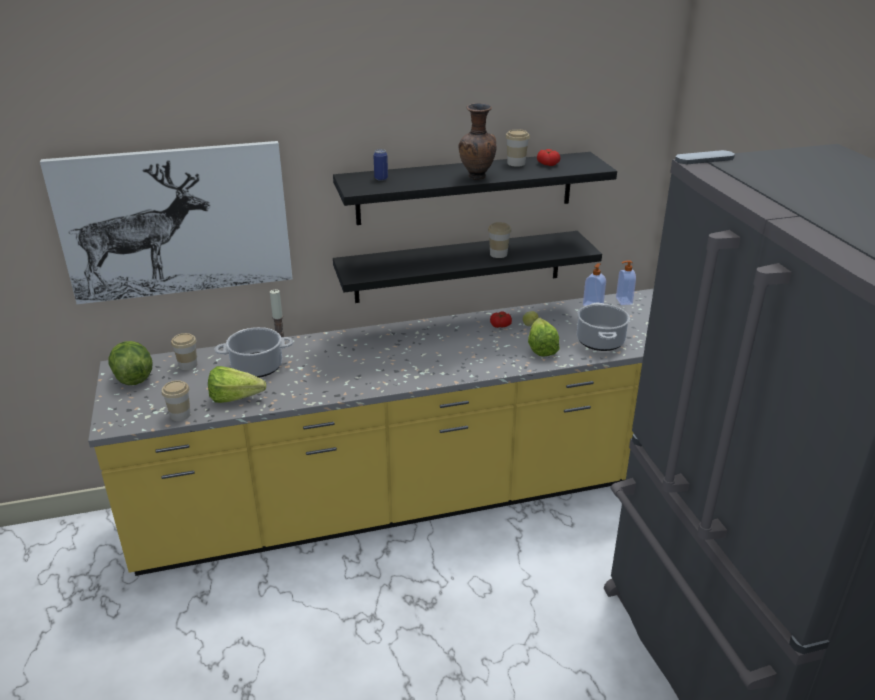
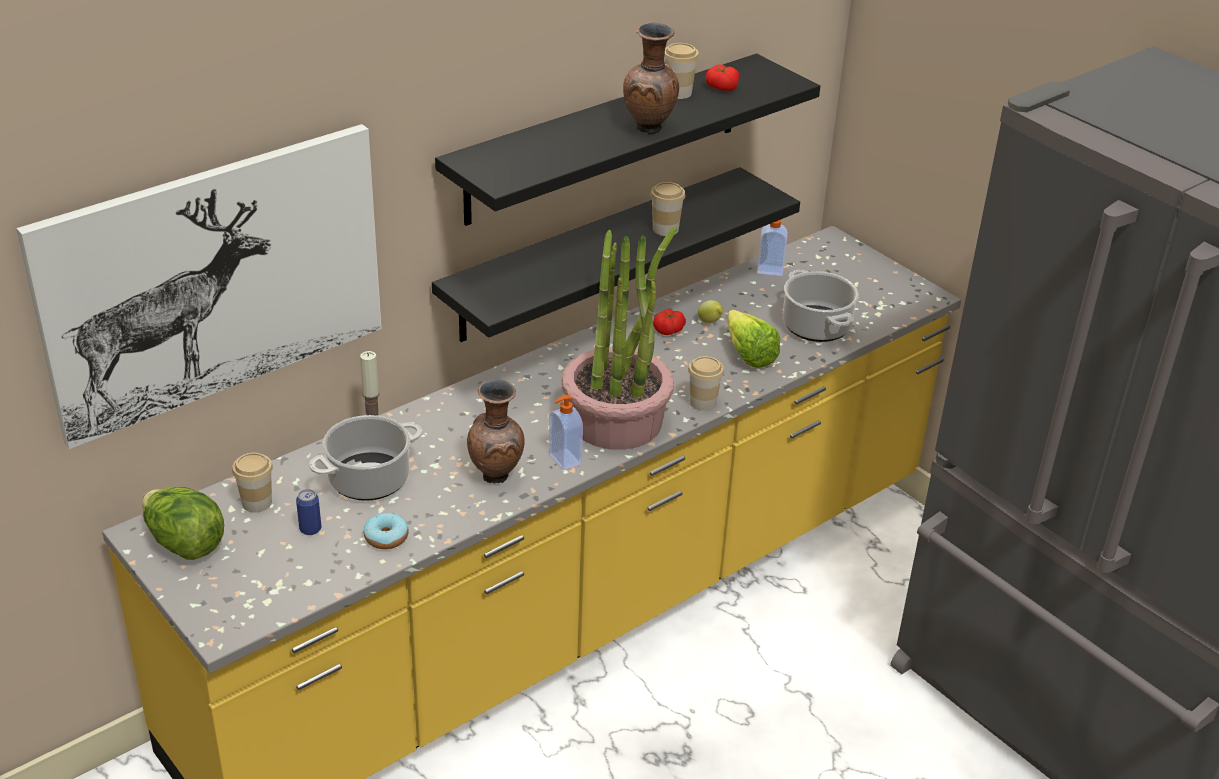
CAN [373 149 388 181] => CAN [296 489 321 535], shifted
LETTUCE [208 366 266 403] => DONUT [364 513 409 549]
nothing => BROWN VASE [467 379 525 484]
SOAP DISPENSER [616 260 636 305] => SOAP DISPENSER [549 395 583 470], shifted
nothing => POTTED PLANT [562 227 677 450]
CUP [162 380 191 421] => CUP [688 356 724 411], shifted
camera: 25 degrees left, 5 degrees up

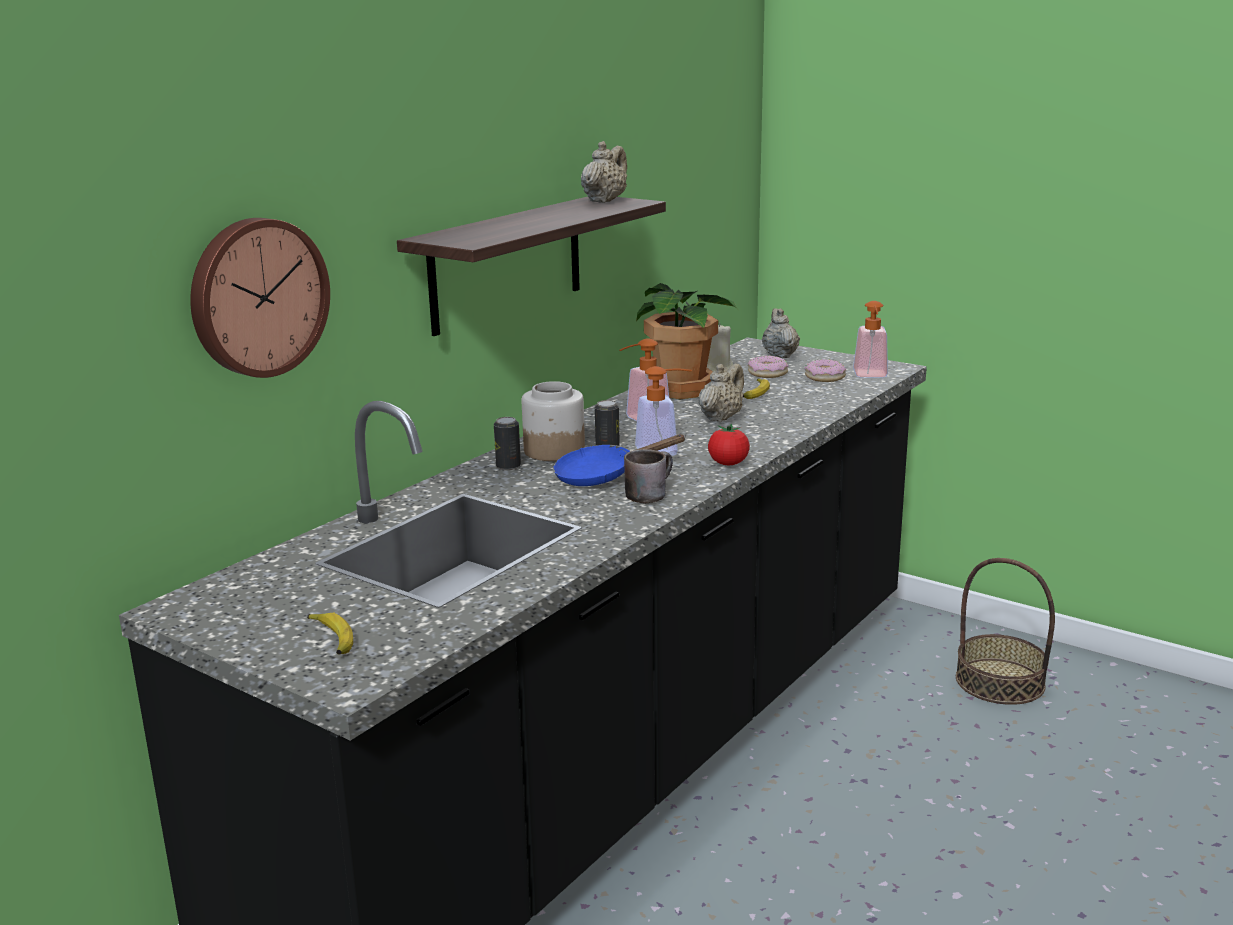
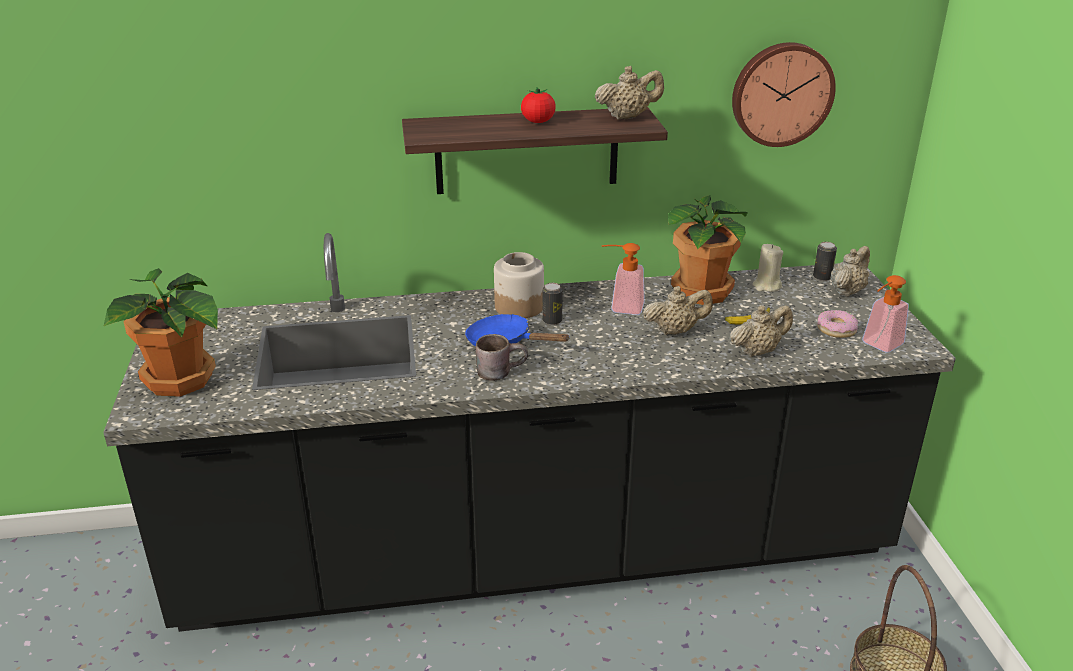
BANANA [307 613 353 655] => POTTED PLANT [104 268 218 397]
TOMATO [708 424 750 465] => TOMATO [521 87 556 123], shifted
nothing => BEIGE TEAPOT [729 305 793 357]
WALL CLOCK [190 218 330 378] => WALL CLOCK [732 42 836 147], shifted
CAN [494 417 521 470] => CAN [813 242 837 281], shifted
SOAP DISPENSER [635 366 692 456] => nothing
DONUT [747 356 788 378] => nothing
camera: 45 degrees right, 10 degrees up

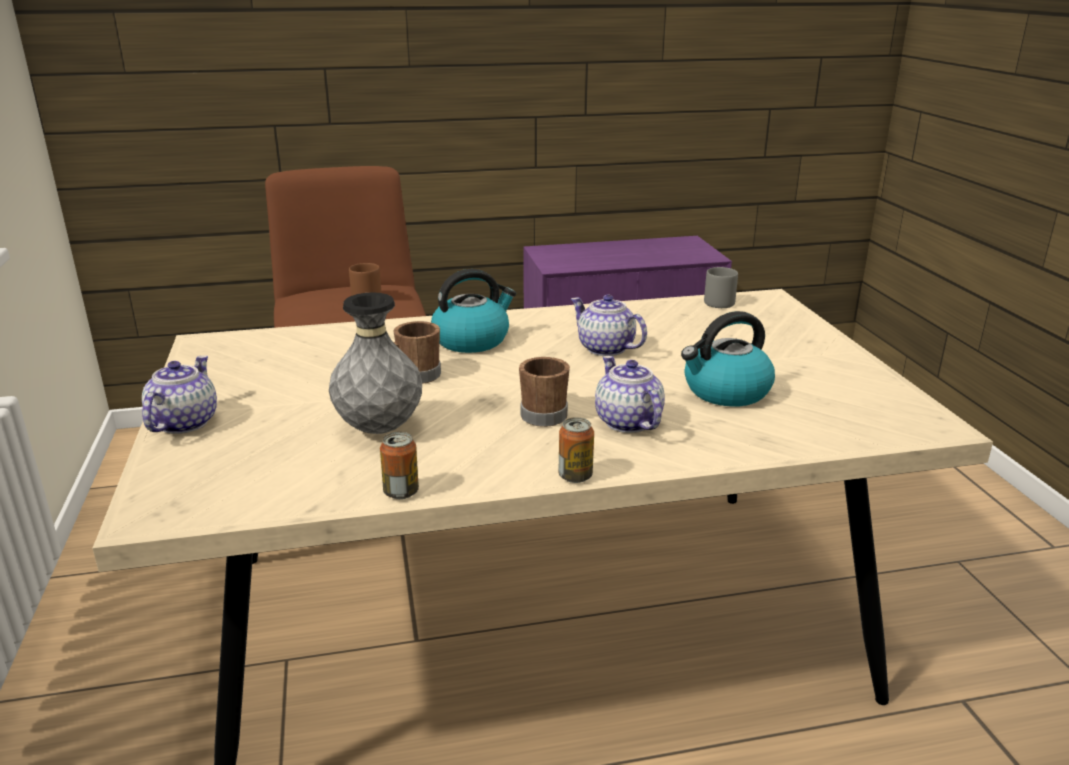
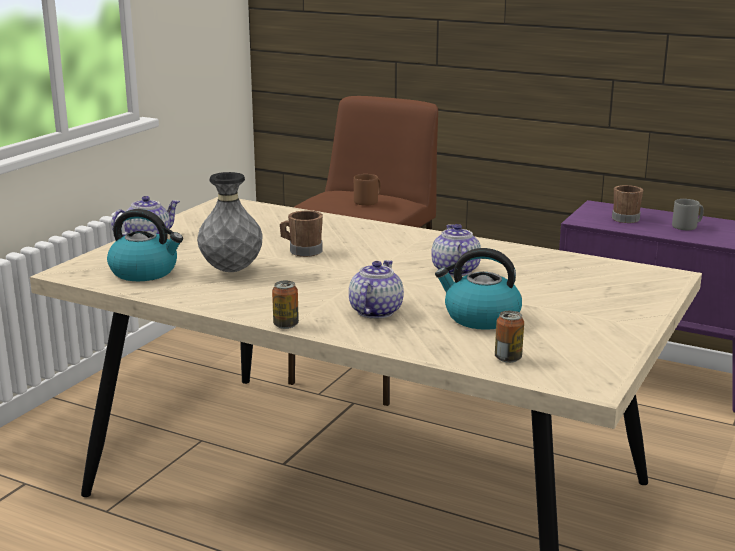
KETTLE [431 269 516 353] => KETTLE [107 209 183 281], shifted
CAN [380 432 419 499] => CAN [495 311 524 363], shifted
BROWN MUG [519 357 570 427] => BROWN MUG [612 185 643 223], shifted
GREY MUG [704 267 738 308] => GREY MUG [672 199 704 230], shifted
camera: 40 degrees right, 5 degrees down

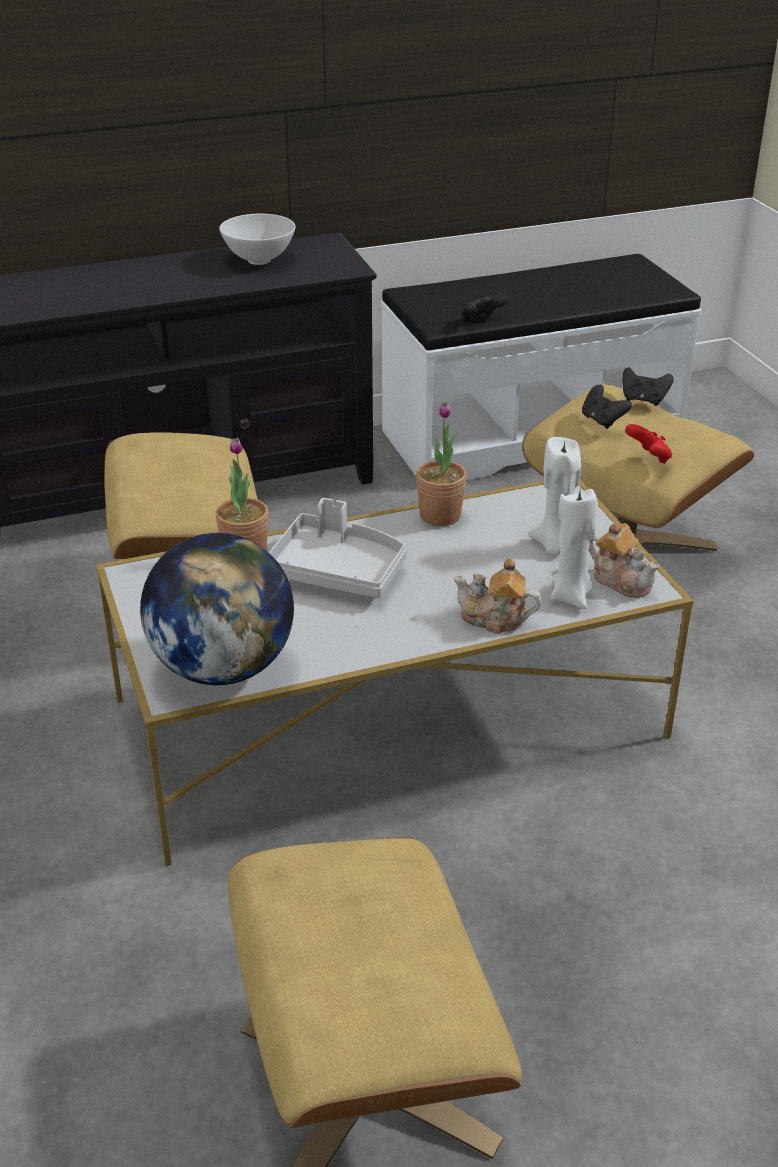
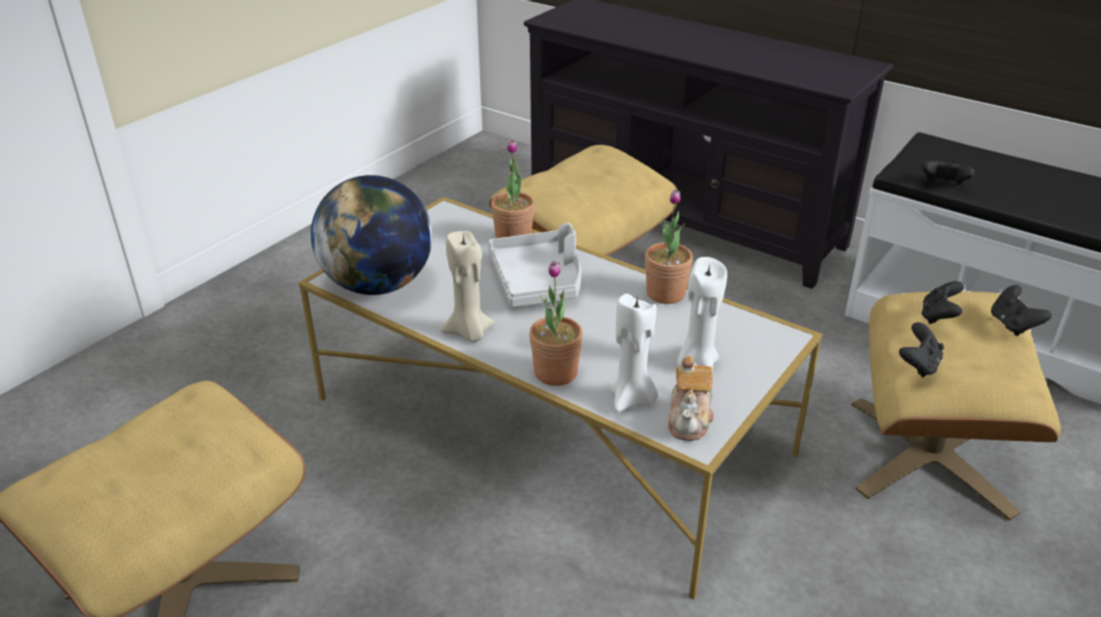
nothing => BEIGE CANDLE [441 231 495 341]
TEAPOT [454 558 542 634] => POTTED PLANT [529 261 583 386]
RED GAME CONTROLLER [625 424 672 464] => BLACK GAME CONTROLLER [899 322 944 378]
WHITE BOWL [219 214 296 265] => nothing
camera: 55 degrees right, 0 degrees up

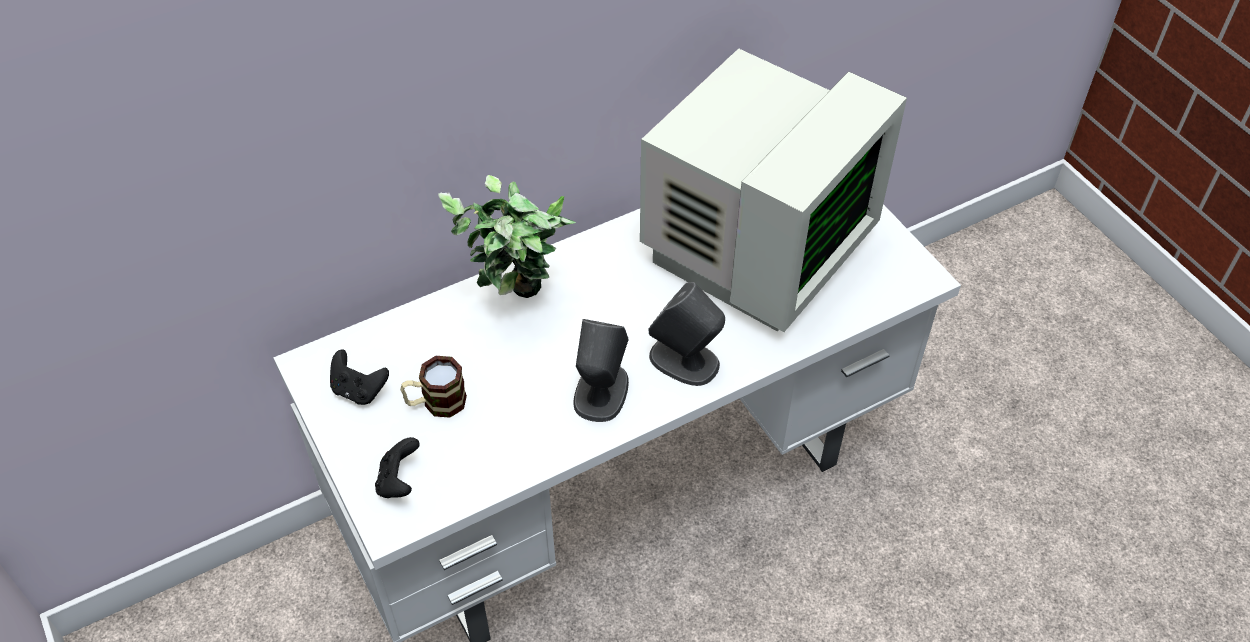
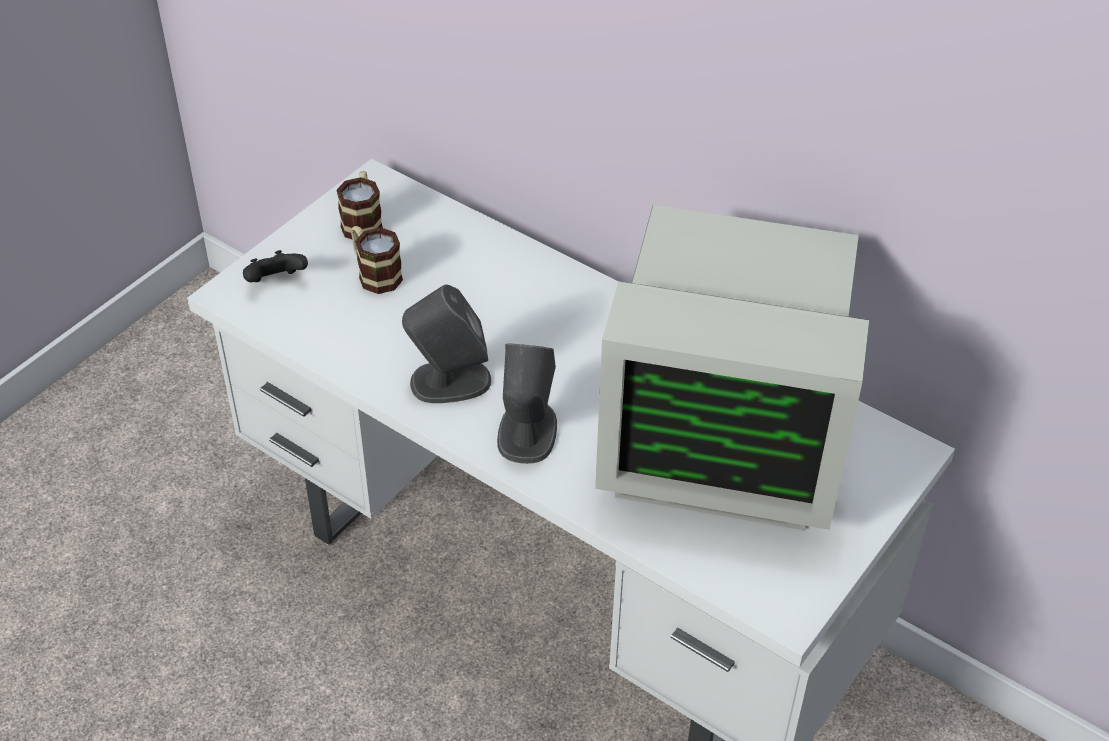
BLACK GAME CONTROLLER [330 349 389 405] => MUG [336 171 383 239]
POTTED PLANT [438 175 576 298] => nothing
camera: 65 degrees right, 5 degrees down

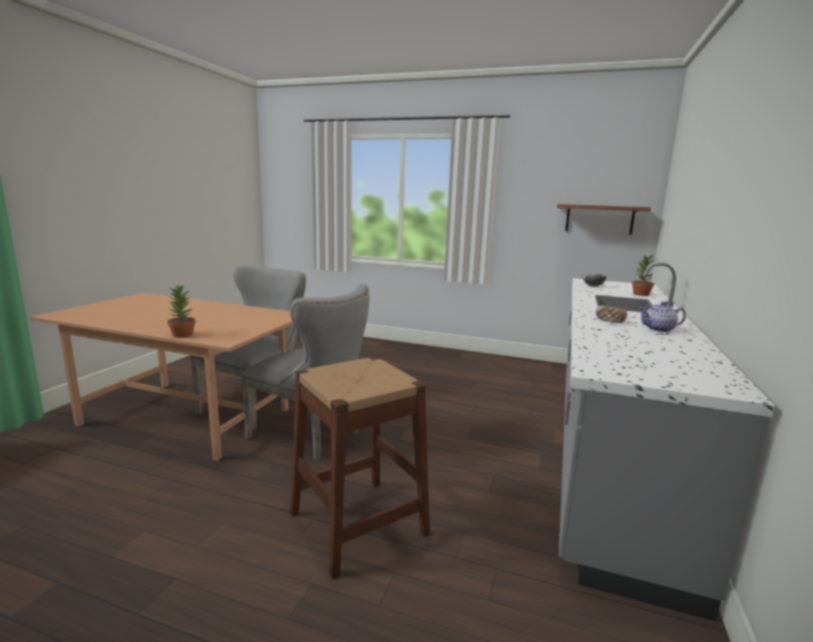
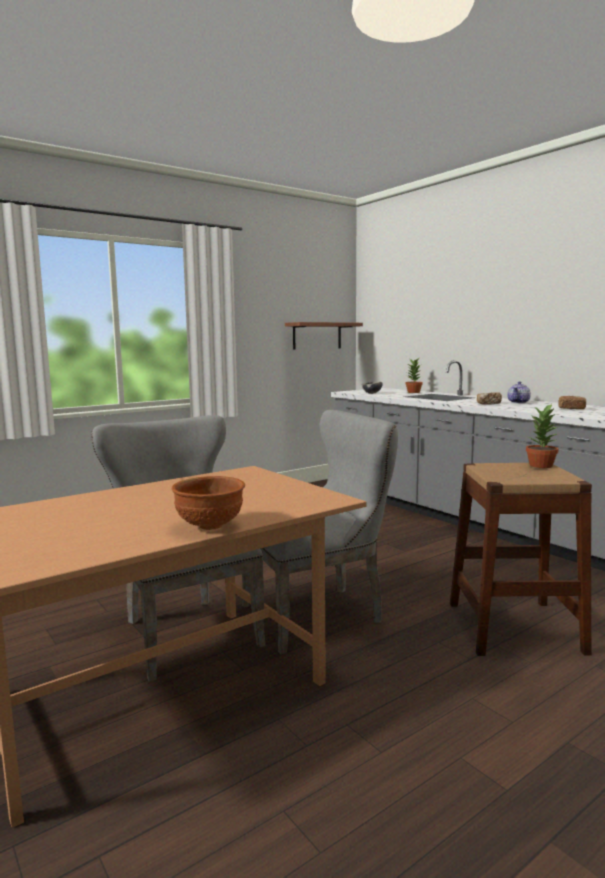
nothing => BROWN BOWL [172 476 245 530]
POTTED PLANT [167 284 196 338] => POTTED PLANT [526 404 560 468], shifted
nothing => BREAD [558 396 586 409]
camera: 55 degrees left, 5 degrees down

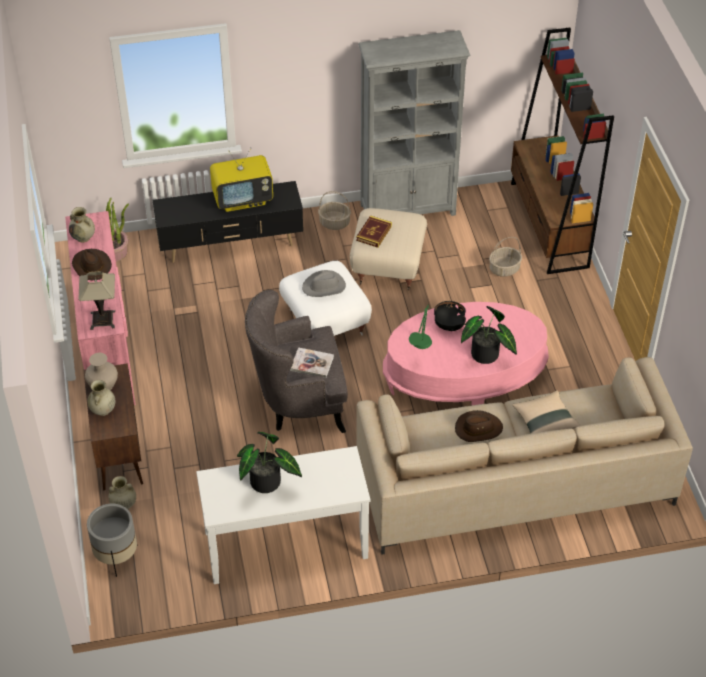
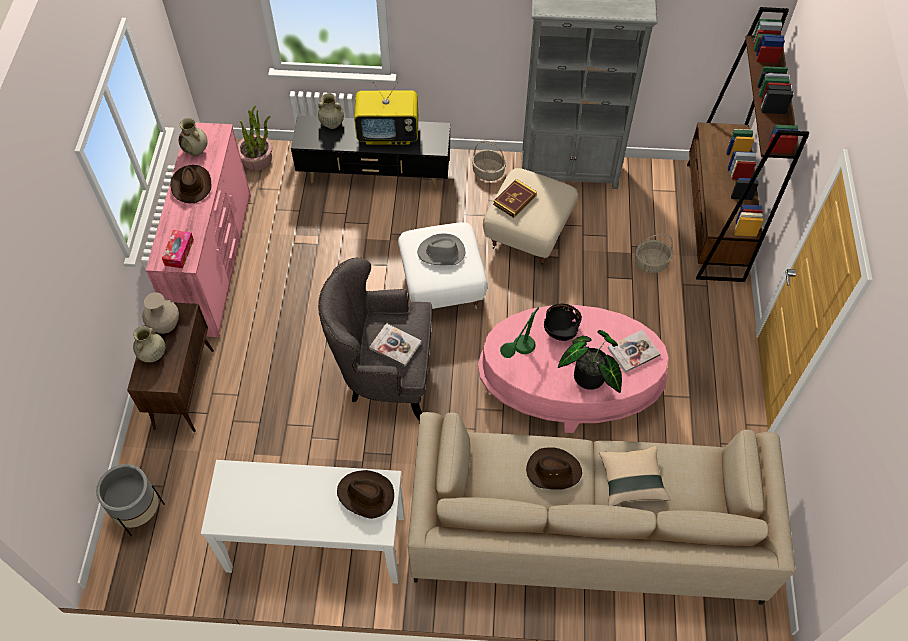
TABLE LAMP [78 271 115 330] => TISSUE BOX [162 230 194 268]
BEIGE VASE [109 476 136 509] => BEIGE VASE [318 93 344 129], shifted
nothing => BROWN HAT [337 470 394 519]
nothing => BOOK [608 330 660 373]
POTTED PLANT [237 432 302 493] => nothing
camera: 15 degrees right, 10 degrees up

